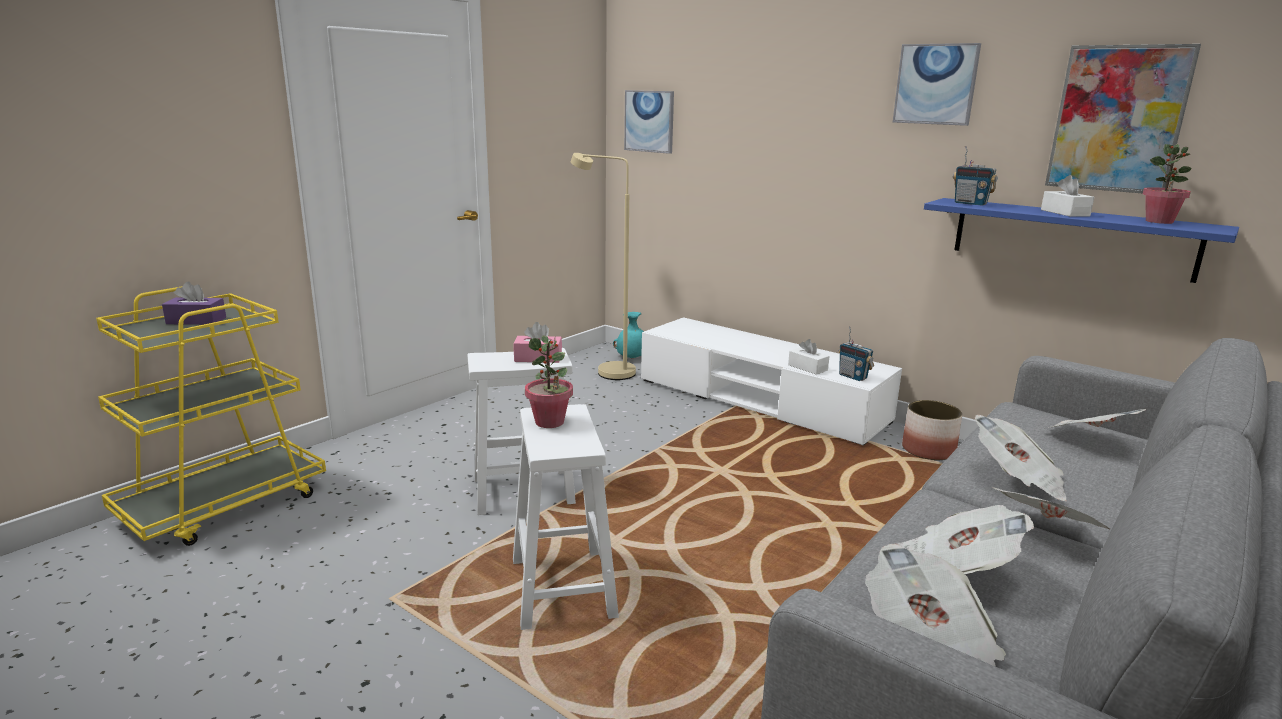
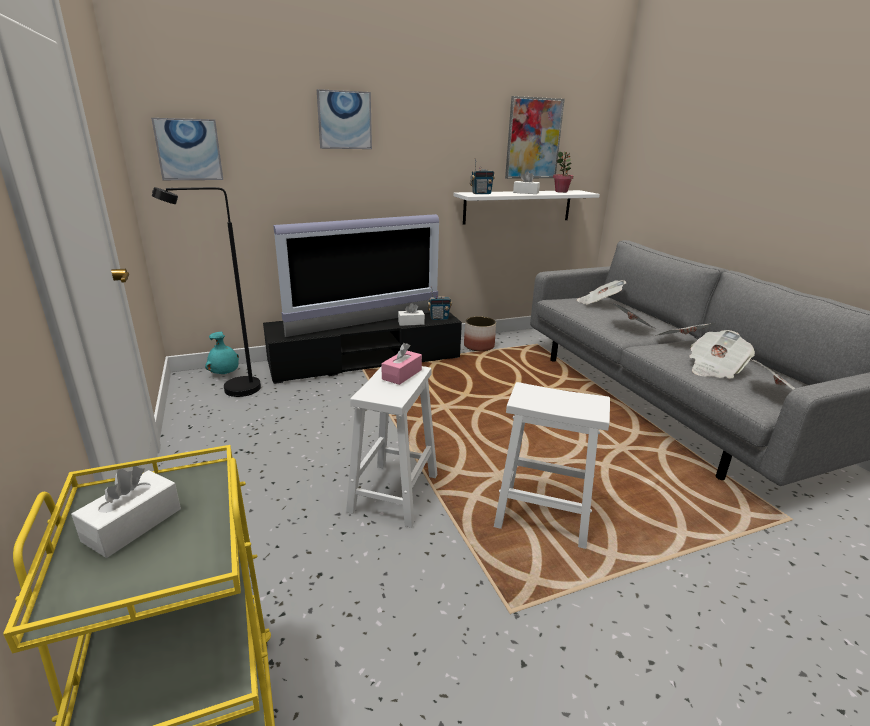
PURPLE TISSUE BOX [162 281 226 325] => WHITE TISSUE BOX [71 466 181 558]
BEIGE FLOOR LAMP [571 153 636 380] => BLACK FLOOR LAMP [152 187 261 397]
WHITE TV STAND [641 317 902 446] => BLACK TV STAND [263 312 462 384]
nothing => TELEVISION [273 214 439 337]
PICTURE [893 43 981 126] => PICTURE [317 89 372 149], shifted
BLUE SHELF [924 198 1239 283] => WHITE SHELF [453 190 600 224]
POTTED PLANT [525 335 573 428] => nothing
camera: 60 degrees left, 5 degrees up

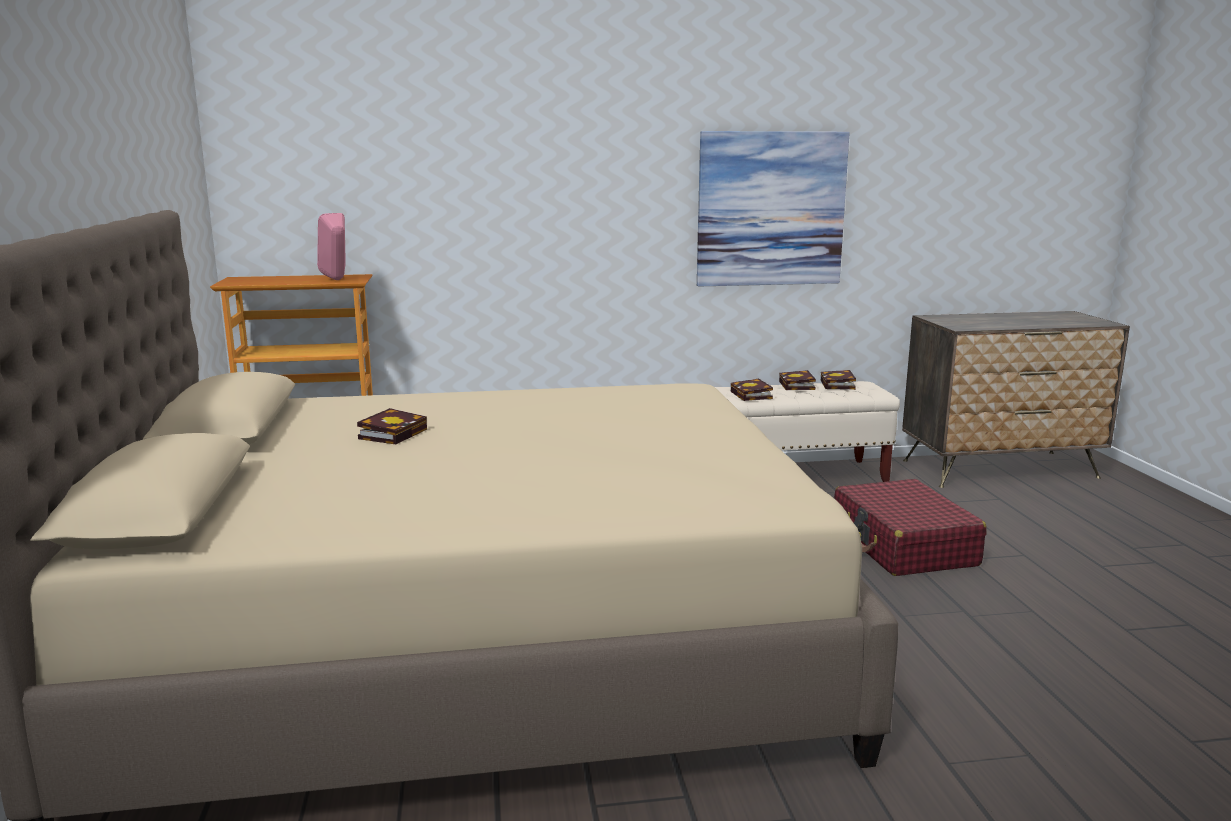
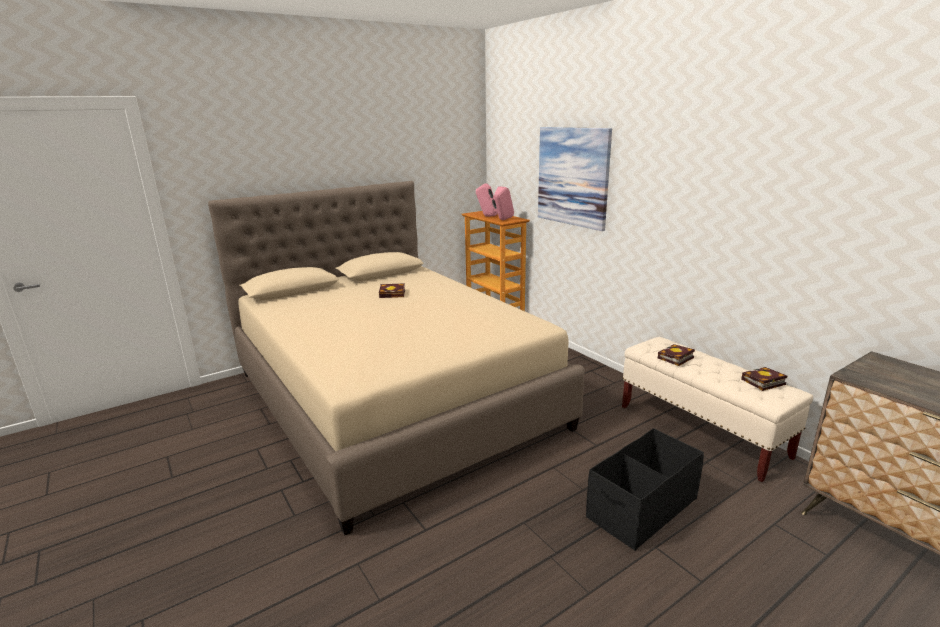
nothing => PINK SPEAKER [476 183 498 217]
PICTURE [697 131 850 286] => PICTURE [538 127 612 231], shifted
RED SUITCASE [834 479 987 576] => BLACK STORAGE BOX [586 428 704 551]
BOOK [779 370 816 390] => nothing
camera: 65 degrees right, 5 degrees up

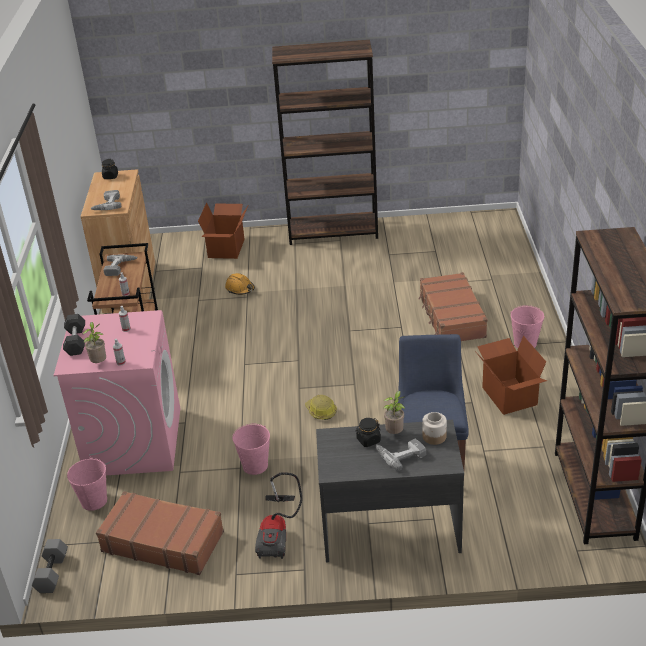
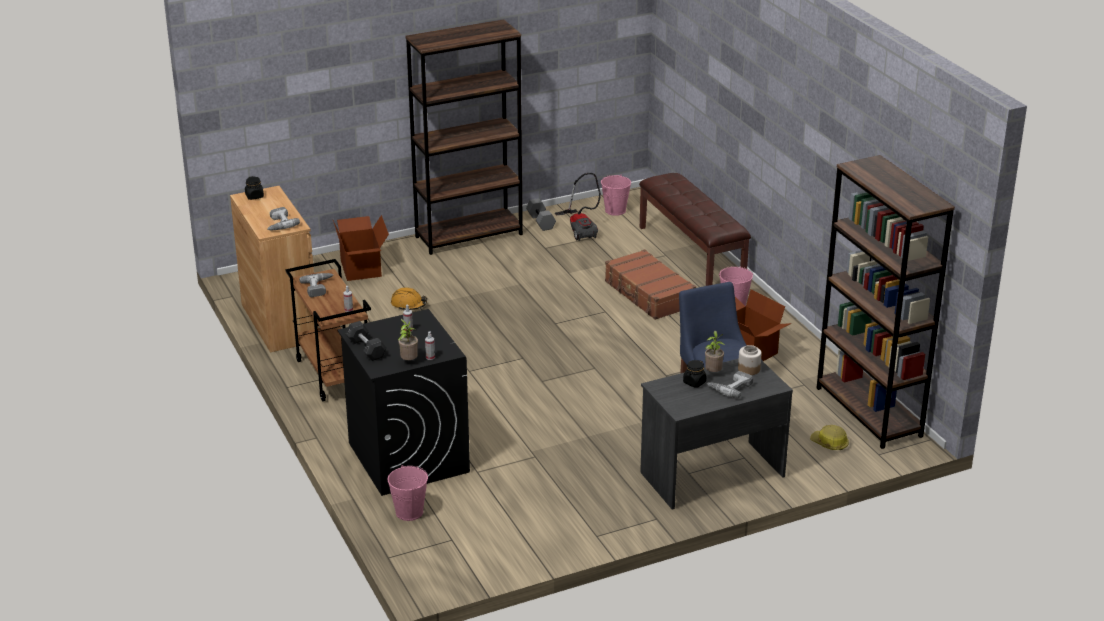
PINK WASHING MACHINE [54 310 180 475] => BLACK WASHING MACHINE [337 309 470 496]
GREY DUMBBELL [32 539 68 593] => GREY DUMBBELL [526 198 556 231], shifted
VACUUM CLEANER [255 472 302 559] => VACUUM CLEANER [555 173 601 241], shifted
PINK BUCKET [232 424 270 475] => PINK BUCKET [601 174 631 216], shifted
nothing => BROWN BENCH [639 173 751 286]
HARD HAT [305 395 337 420] => HARD HAT [810 425 849 450], shifted
BROWN SUITCASE [96 491 224 575] => nothing
camera: 25 degrees left, 5 degrees down

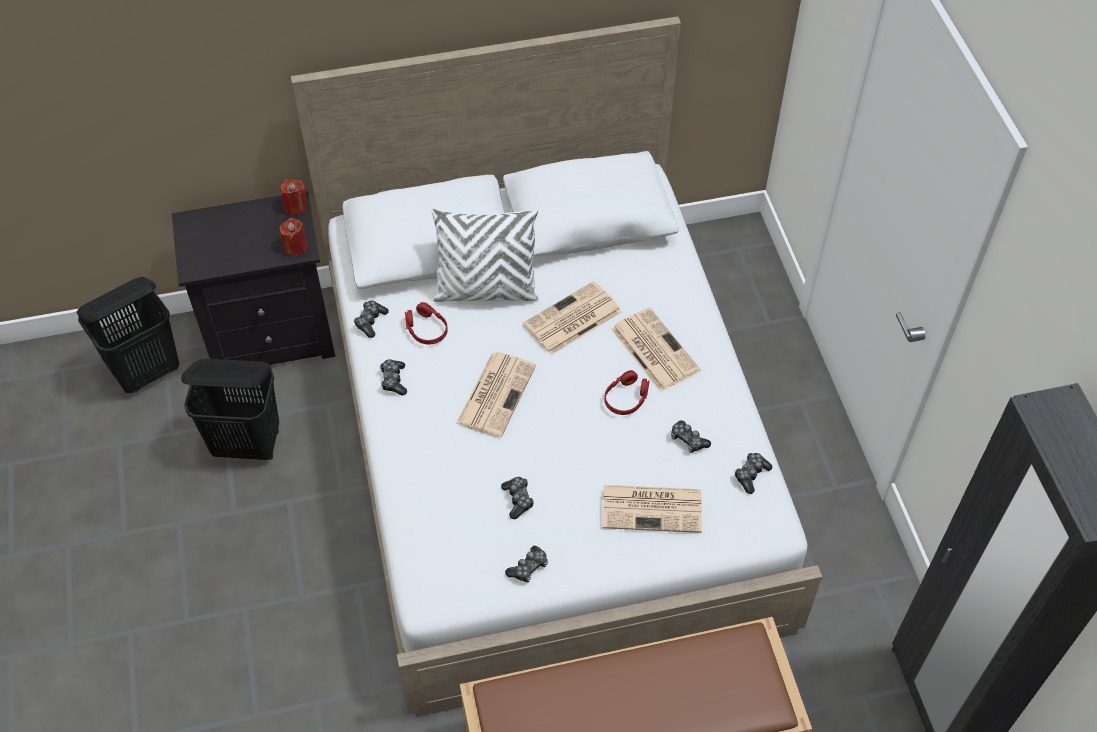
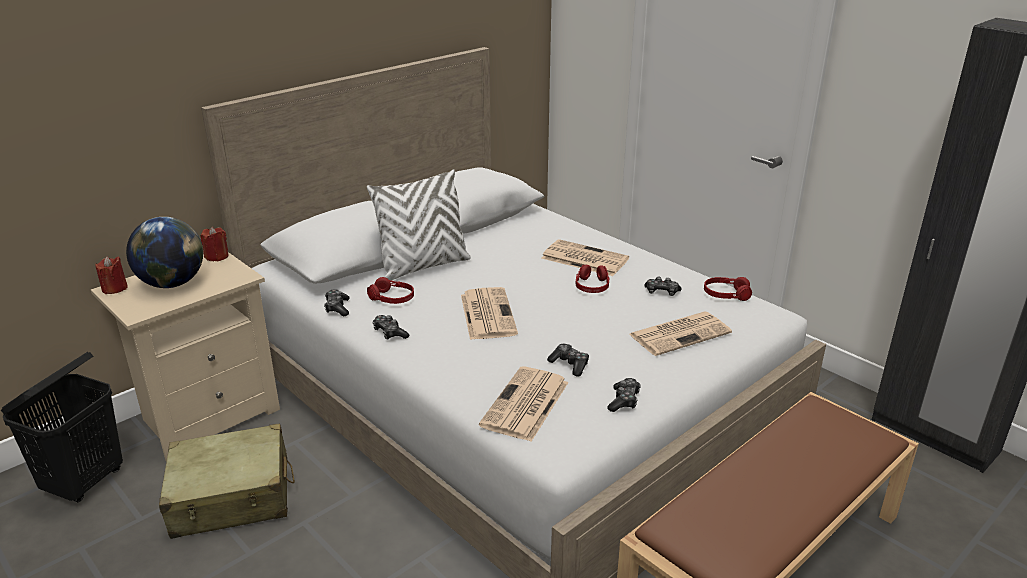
BLACK NIGHTSTAND [172 191 335 365] => BEIGE NIGHTSTAND [91 252 280 461]
RED CANDLE [280 218 308 255] => RED CANDLE [95 256 128 294], shifted
nothing => GLOBE [126 217 203 288]
BLACK LAUNDRY BASKET [181 359 279 460] => BEIGE SUITCASE [159 423 295 539]
NEWSPAPER [523 281 622 355] => NEWSPAPER [479 366 569 442], shifted
GAME CONTROLLER [735 453 772 494] => RED HEADPHONES [704 277 752 301]
camera: 30 degrees left, 25 degrees down

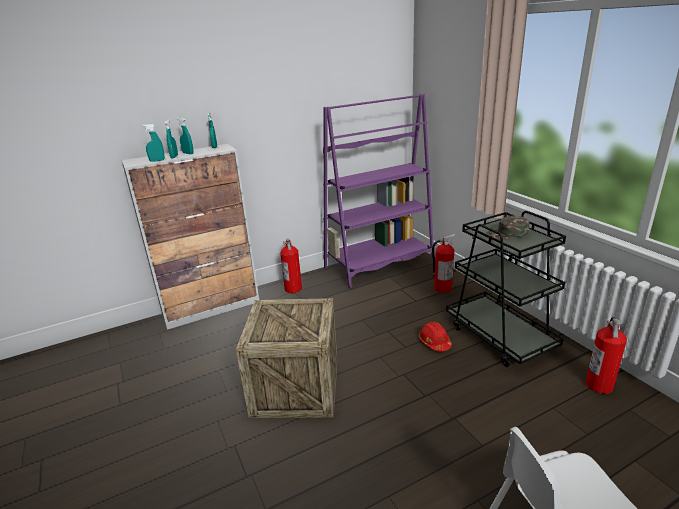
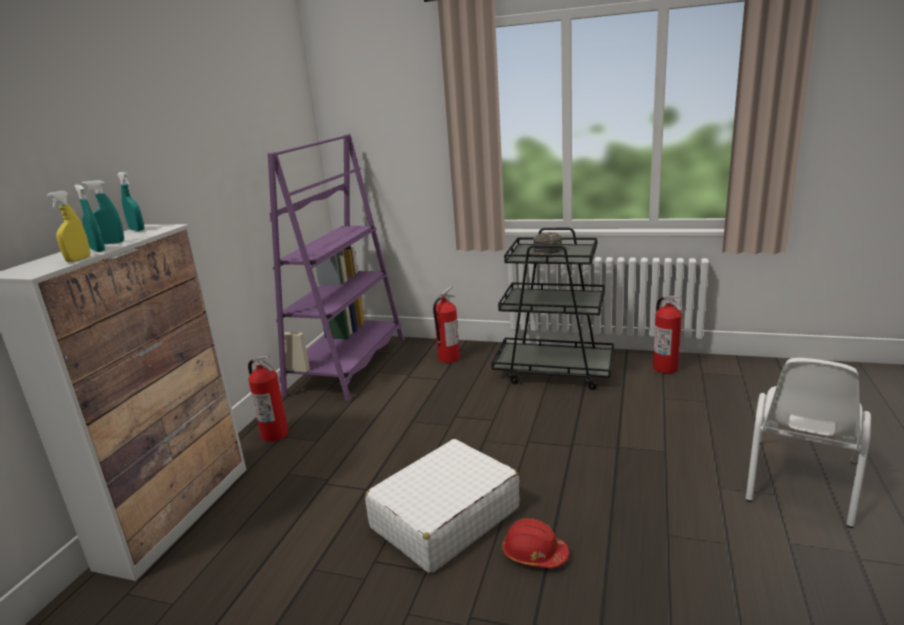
TURQUOISE SPRAY BOTTLE [143 124 165 162] => YELLOW SPRAY BOTTLE [47 190 90 262]
CRATE [236 298 338 418] => WHITE SUITCASE [365 439 519 573]
RED HARD HAT [419 322 452 351] => RED HARD HAT [502 518 569 568], shifted
camera: 45 degrees left, 5 degrees down

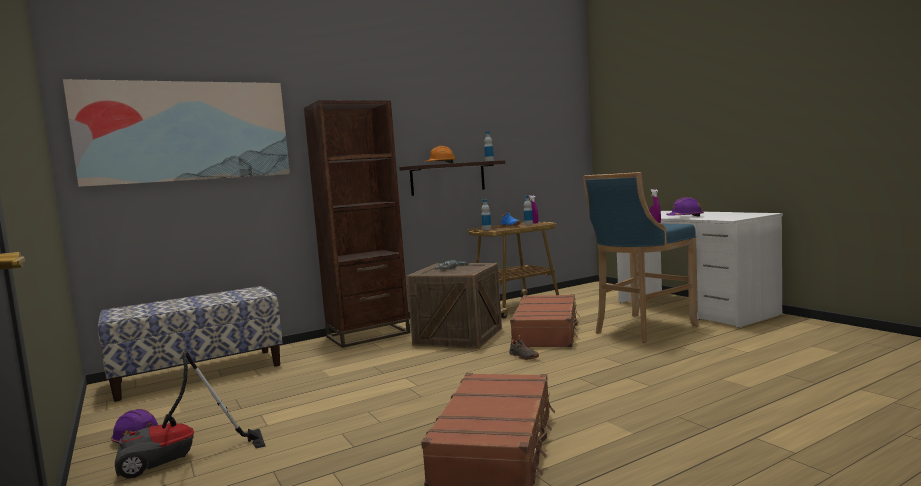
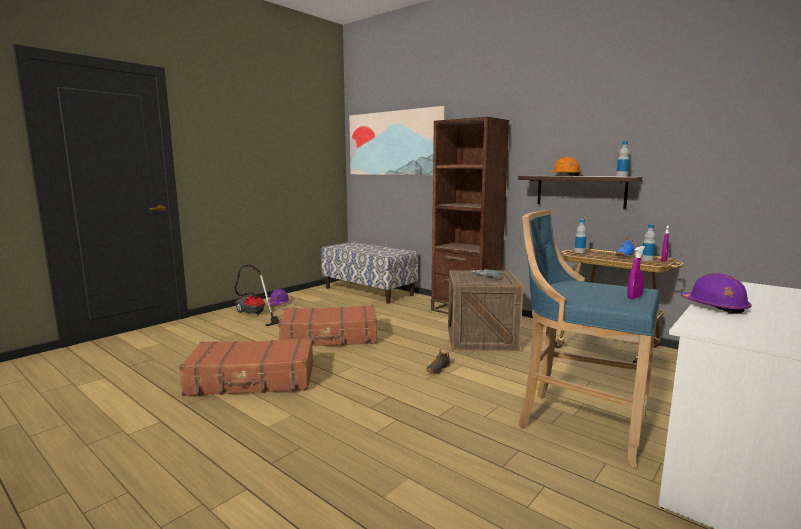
BROWN SUITCASE [510 294 580 347] => BROWN SUITCASE [278 305 377 346], shifted
camera: 70 degrees right, 5 degrees up

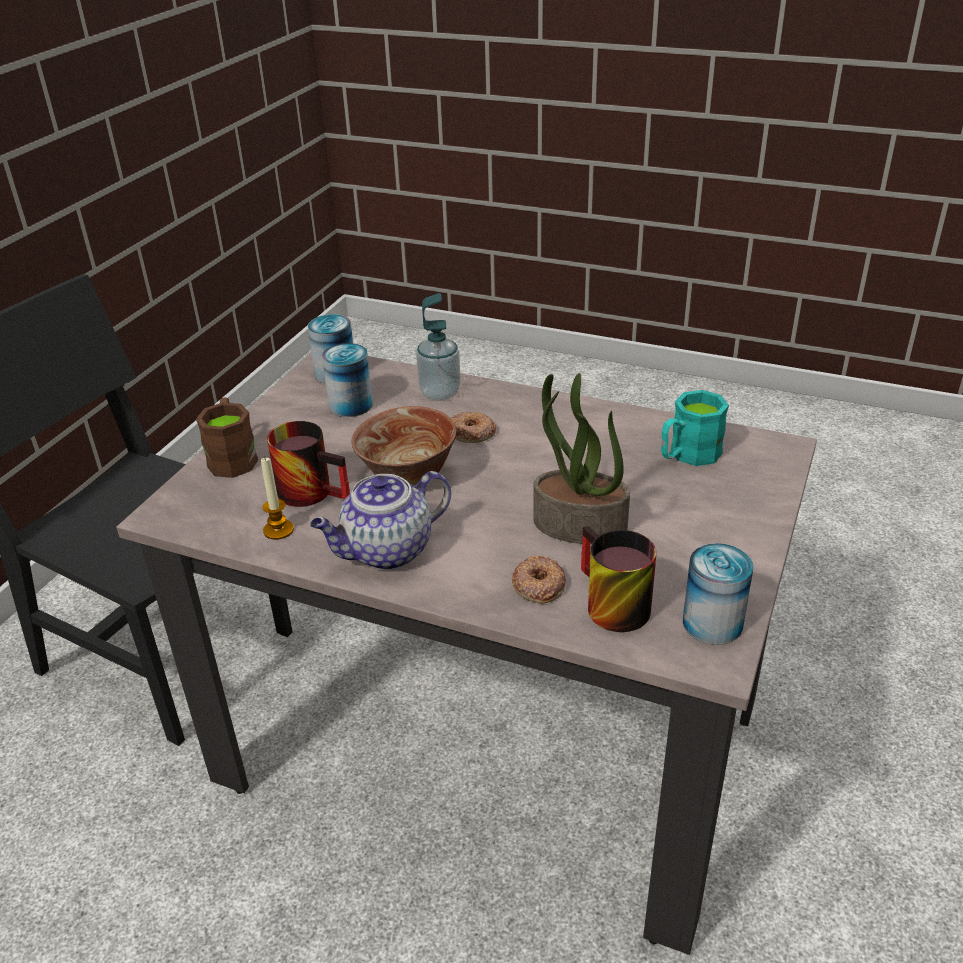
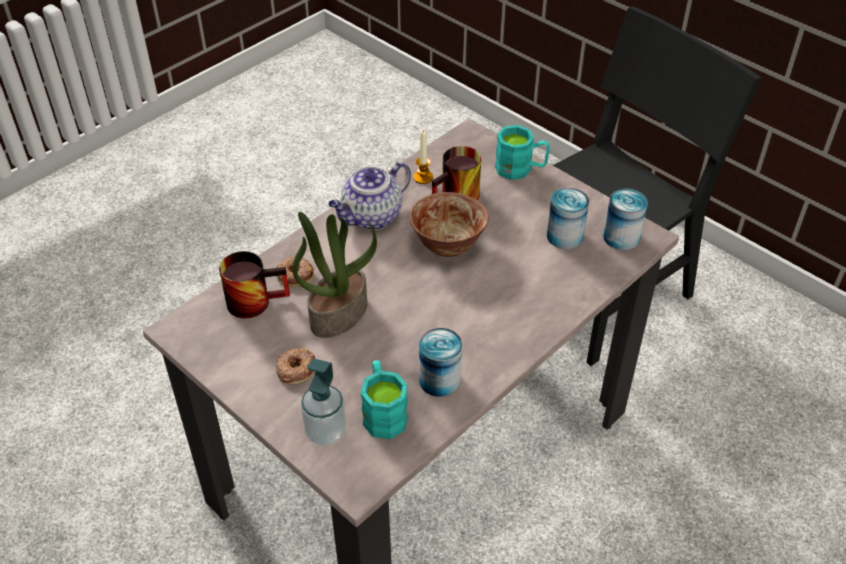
DONUT [451 412 496 443] => DONUT [276 348 315 385], shifted
SOAP DISPENSER [416 293 461 401] => SOAP DISPENSER [301 358 346 446], shifted
TEAPOT [310 471 451 570] => TEAPOT [329 162 411 230], 120 degrees counterclockwise
CAN [683 543 753 645] => CAN [419 328 462 397], shifted
BROWN MUG [196 398 258 478] => TURQUOISE MUG [495 125 550 180]
camera: 110 degrees right, 10 degrees up

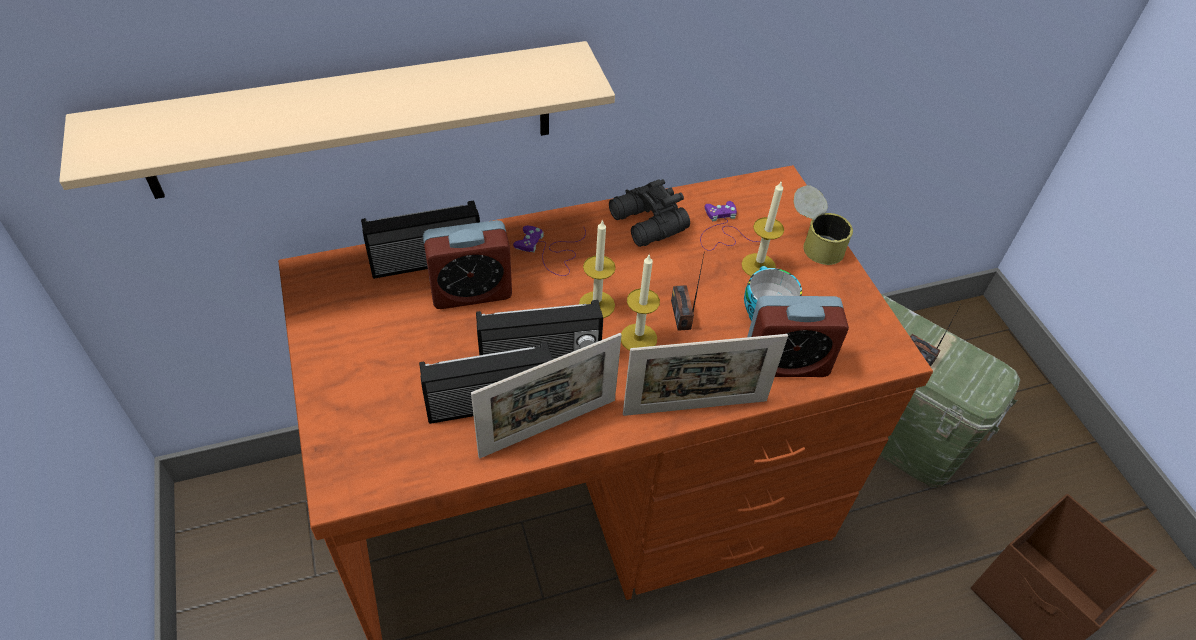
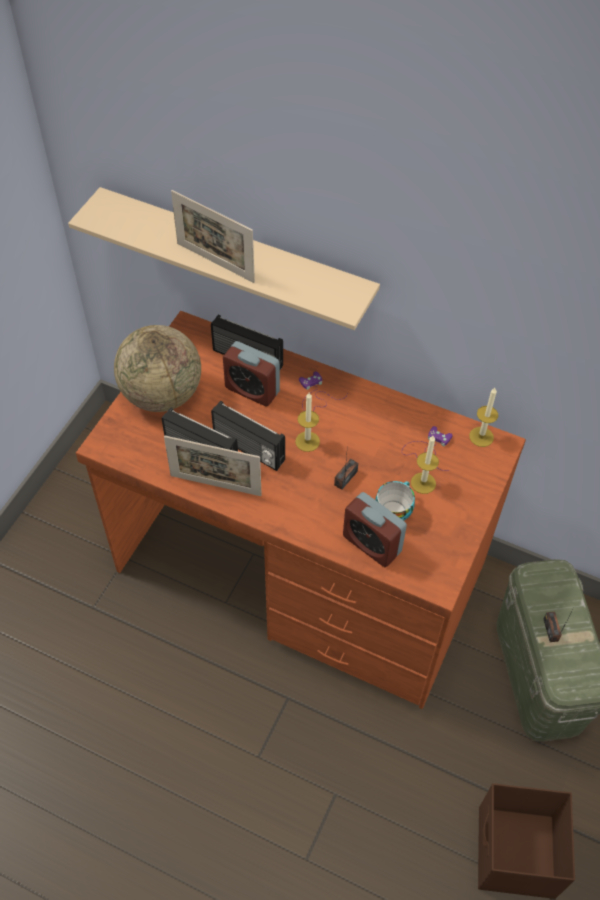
nothing => GLOBE [114 325 201 412]
PICTURE FRAME [623 334 788 416] => PICTURE FRAME [171 190 255 283], shifted
CANDLE [621 255 660 351] => CANDLE [469 388 498 447], shifted
BLACK BINOCULARS [609 179 690 247] => nothing
CAN [794 185 853 265] => nothing
camera: 45 degrees right, 5 degrees up

